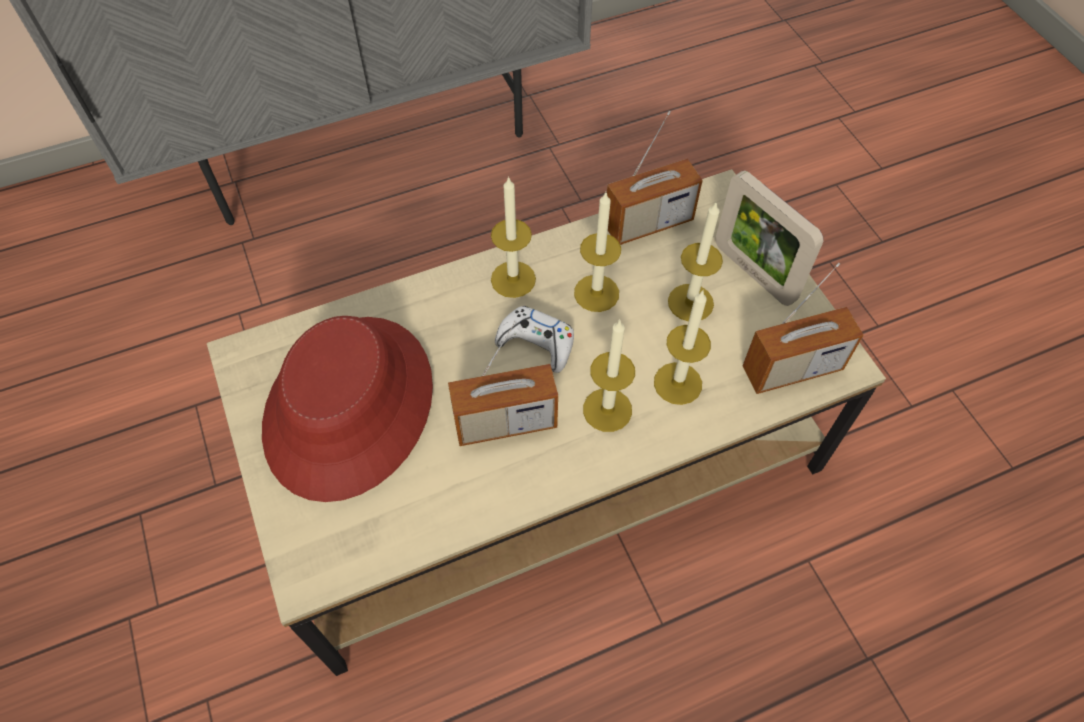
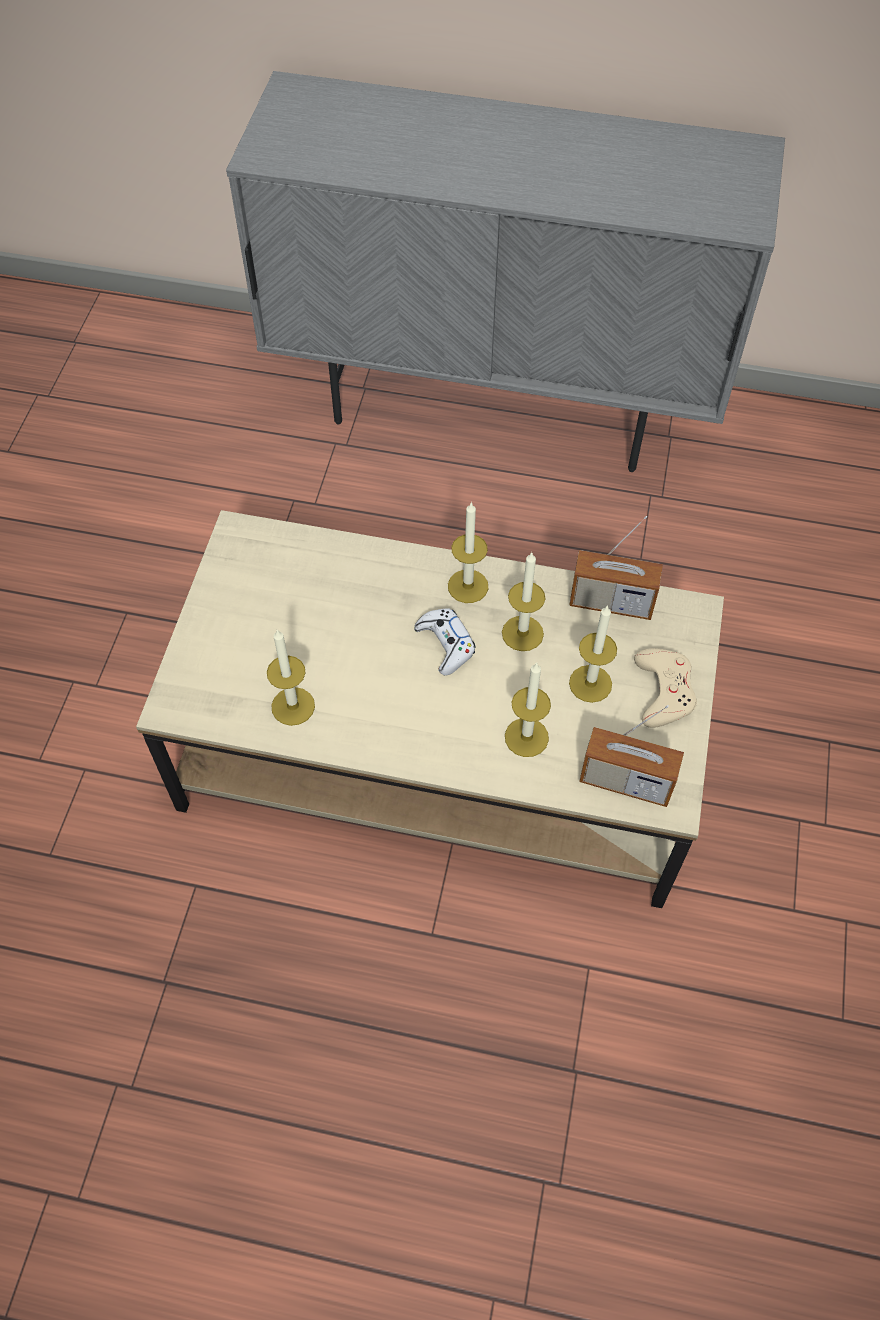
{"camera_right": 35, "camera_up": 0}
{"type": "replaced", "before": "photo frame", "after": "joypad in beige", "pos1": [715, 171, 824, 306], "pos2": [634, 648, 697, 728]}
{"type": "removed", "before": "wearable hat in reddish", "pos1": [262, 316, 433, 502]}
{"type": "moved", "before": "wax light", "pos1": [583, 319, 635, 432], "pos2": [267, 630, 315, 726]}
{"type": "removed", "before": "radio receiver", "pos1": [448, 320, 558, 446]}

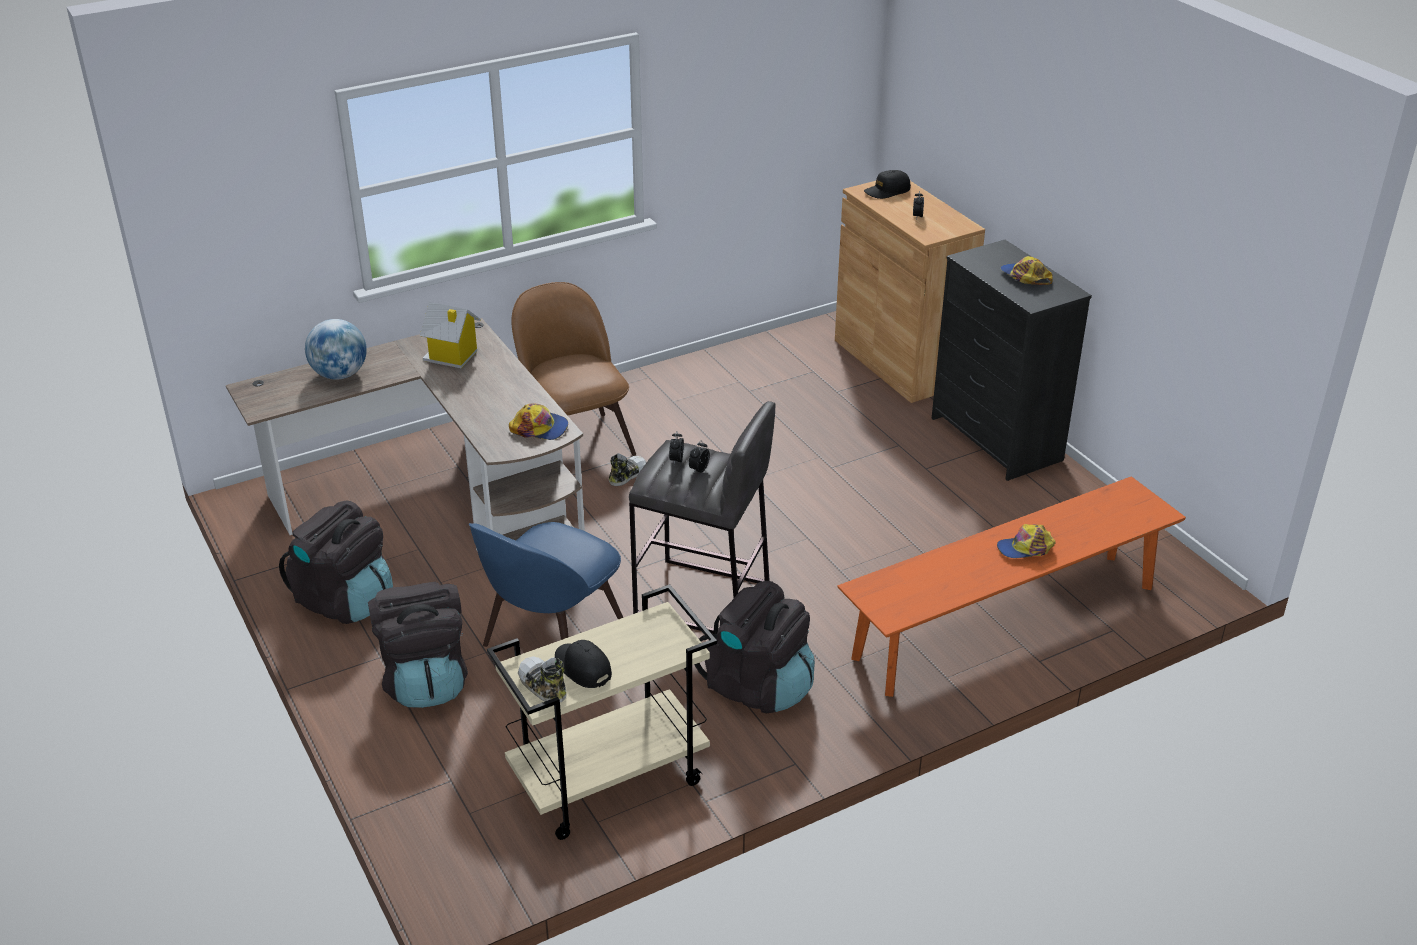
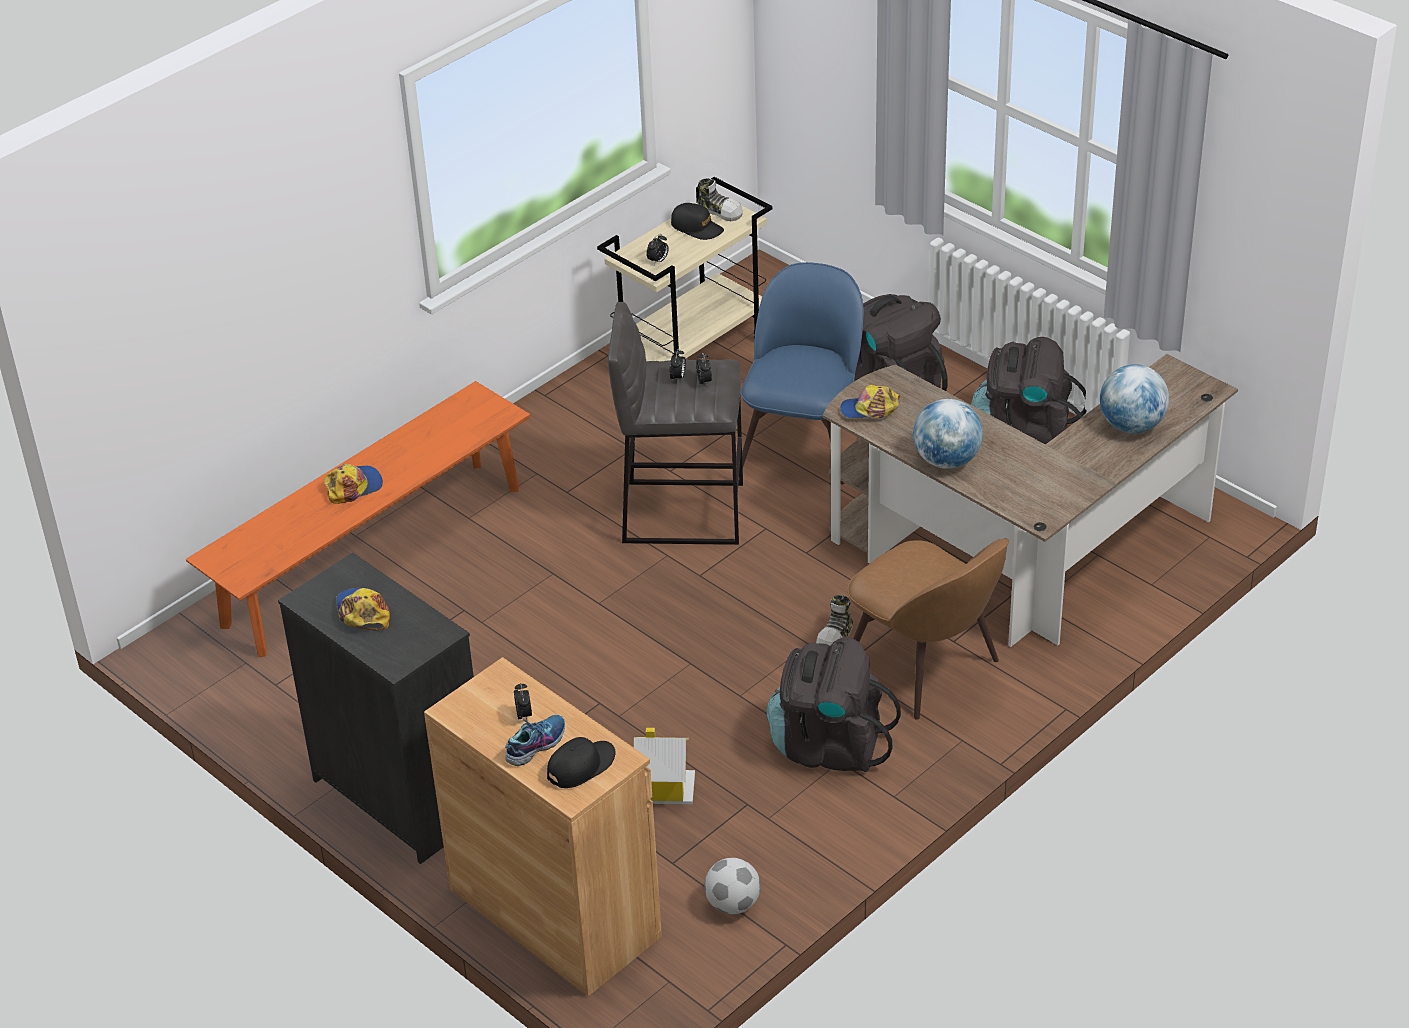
{"camera_right": 165, "camera_up": 5}
{"type": "turned", "before": "baseball cap", "pos1": [1000, 256, 1053, 285], "pos2": [336, 588, 390, 631], "turn": -150}
{"type": "moved", "before": "model house", "pos1": [420, 302, 481, 368], "pos2": [634, 728, 695, 805]}
{"type": "moved", "before": "knapsack in black", "pos1": [694, 581, 815, 713], "pos2": [767, 638, 901, 772]}
{"type": "added", "after": "alarm clock", "pos2": [646, 234, 669, 265]}
{"type": "added", "after": "desk globe", "pos2": [913, 399, 983, 469]}
{"type": "added", "after": "shoe", "pos2": [505, 715, 565, 766]}
{"type": "added", "after": "football ball", "pos2": [704, 858, 760, 914]}

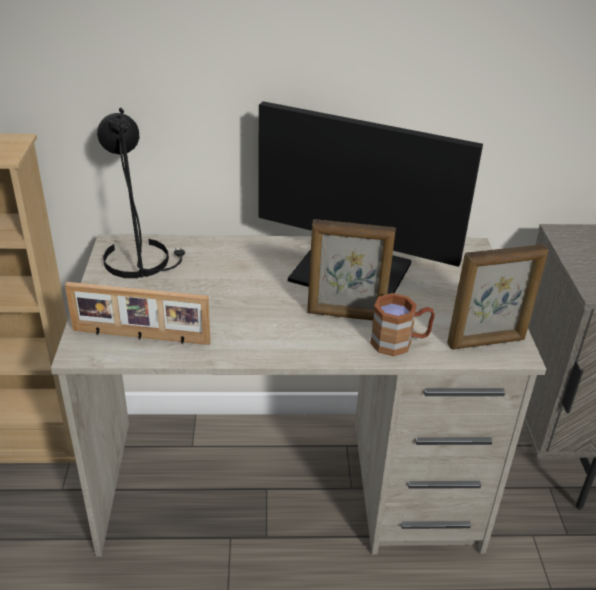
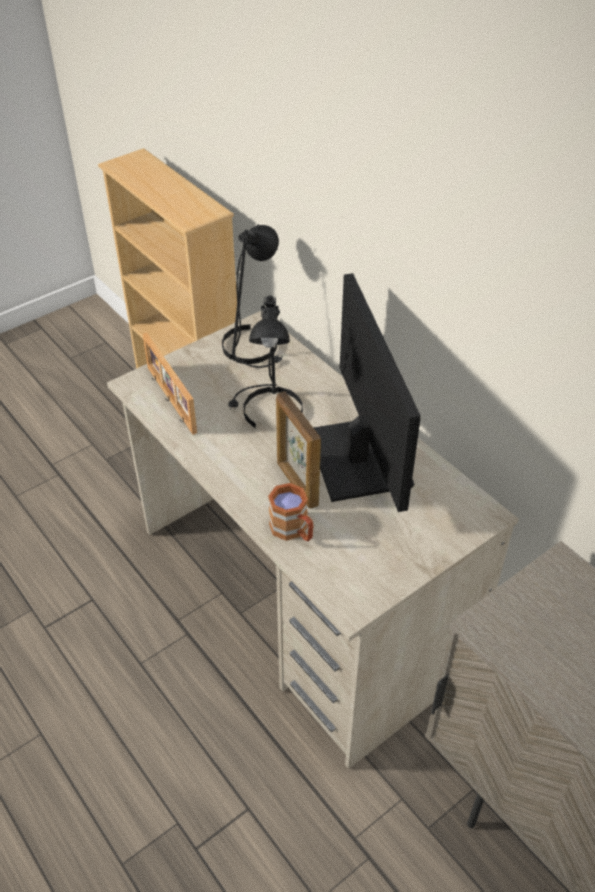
{"camera_right": 55, "camera_up": 10}
{"type": "removed", "before": "photo frame", "pos1": [447, 244, 548, 349]}
{"type": "added", "after": "lamp for a table in black", "pos2": [228, 295, 303, 428]}

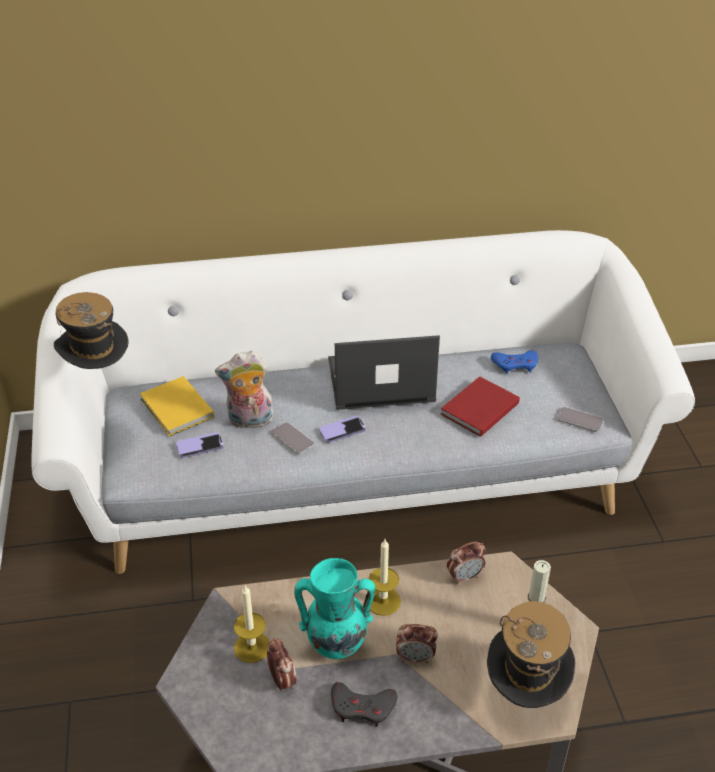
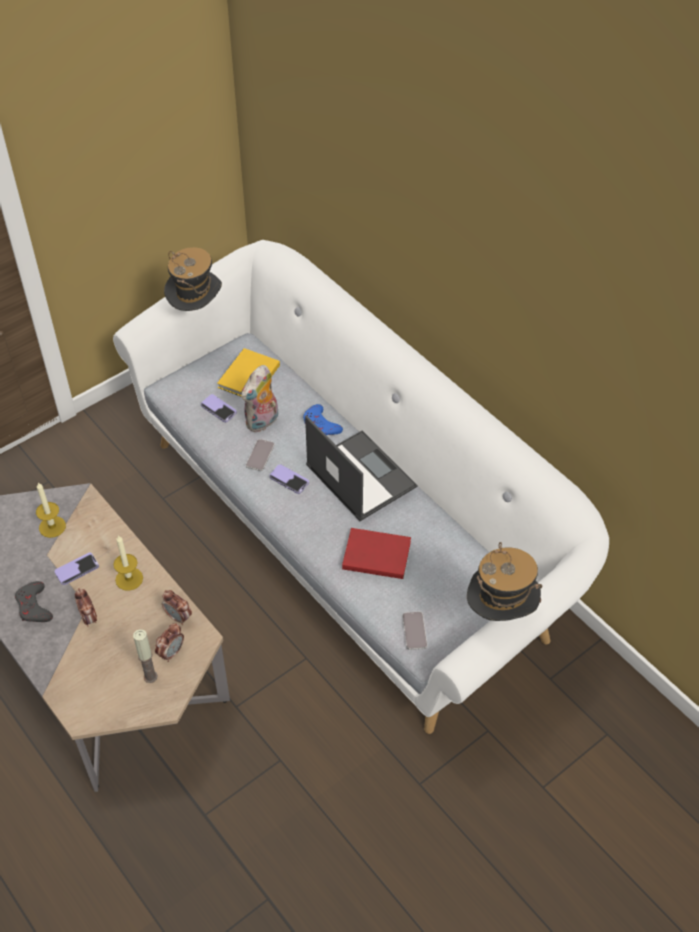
{"camera_right": 60, "camera_up": 10}
{"type": "moved", "before": "joypad in bluish", "pos1": [491, 350, 538, 374], "pos2": [303, 404, 343, 435]}
{"type": "turned", "before": "plush toy", "pos1": [215, 351, 274, 430], "pos2": [241, 365, 278, 432], "turn": -105}
{"type": "replaced", "before": "decorative vase in turquoise-coloured", "after": "handset", "pos1": [294, 558, 376, 659], "pos2": [55, 553, 99, 585]}
{"type": "moved", "before": "wearable hat", "pos1": [487, 601, 575, 708], "pos2": [467, 542, 542, 621]}
{"type": "moved", "before": "alarm clock", "pos1": [267, 638, 297, 692], "pos2": [155, 623, 184, 662]}

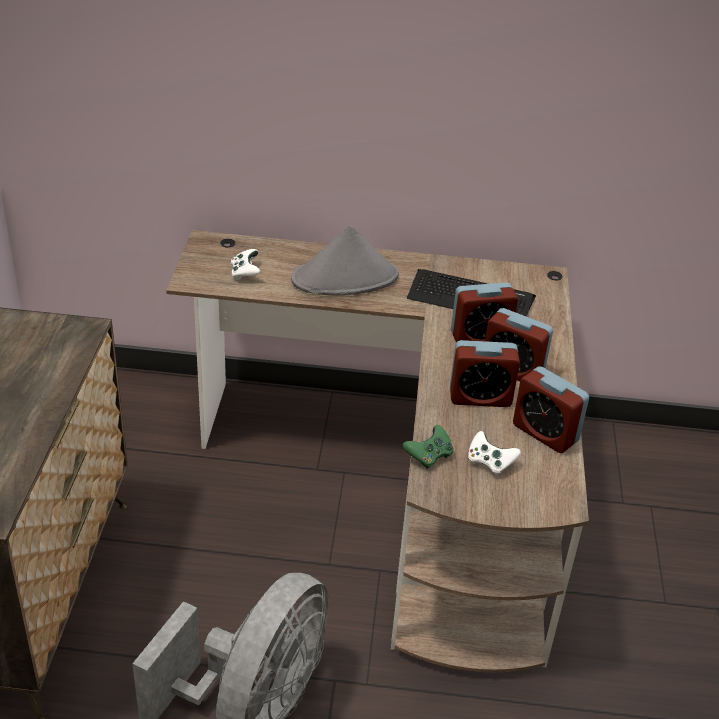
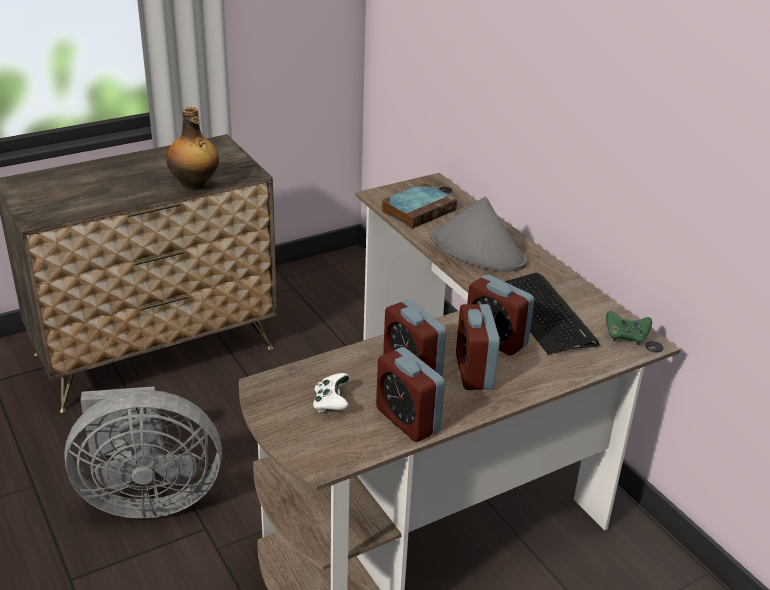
{"camera_right": 55, "camera_up": -5}
{"type": "replaced", "before": "joypad in white-coloured", "after": "bound book", "pos1": [231, 249, 260, 280], "pos2": [381, 183, 457, 229]}
{"type": "turned", "before": "alarm clock", "pos1": [513, 366, 589, 453], "pos2": [376, 347, 445, 442], "turn": -45}
{"type": "moved", "before": "joypad in green", "pos1": [403, 425, 453, 469], "pos2": [606, 311, 652, 345]}
{"type": "added", "after": "beverage bottle", "pos2": [166, 107, 219, 191]}

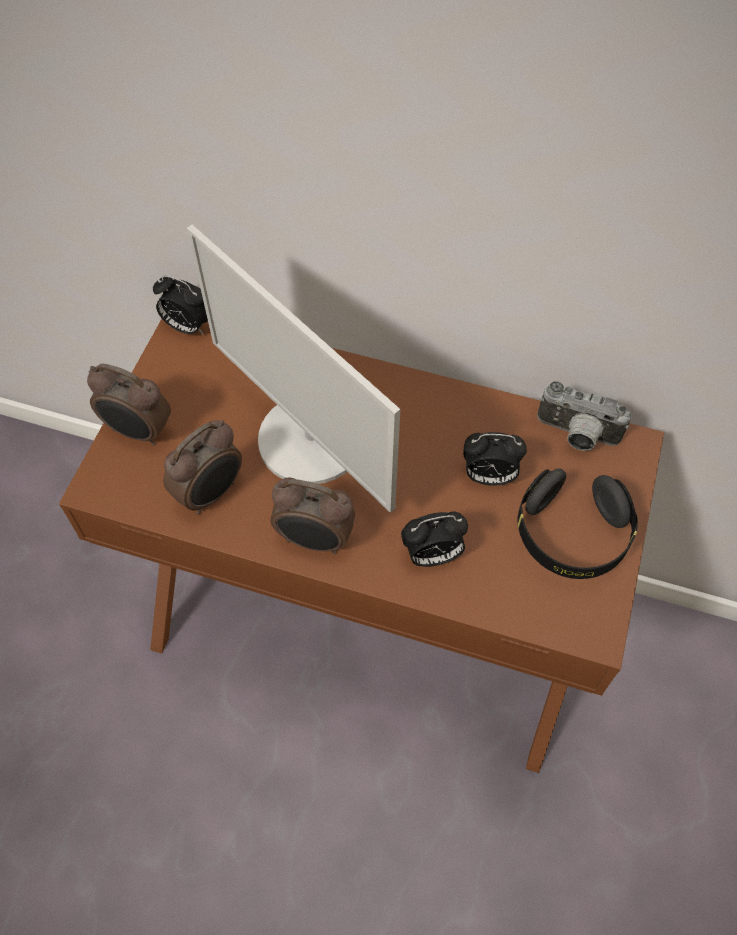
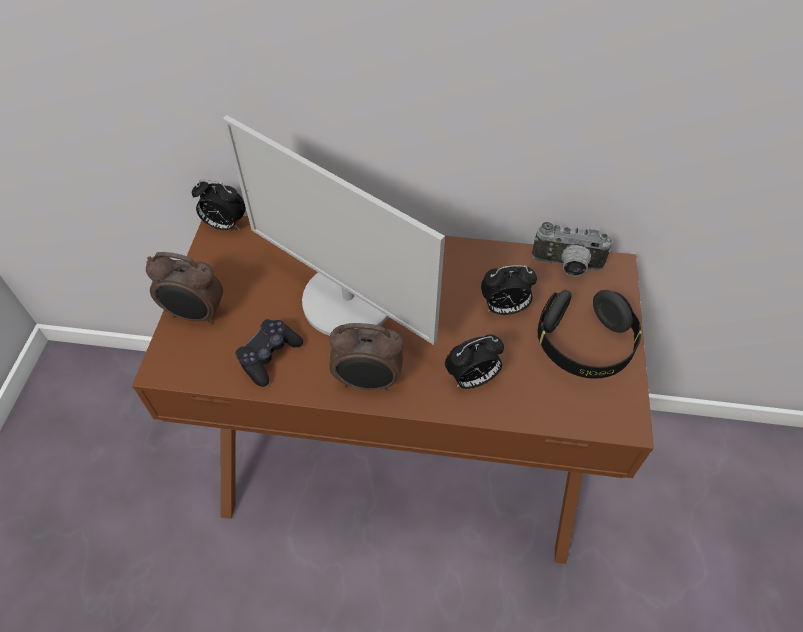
{"camera_right": -10, "camera_up": -5}
{"type": "replaced", "before": "alarm clock", "after": "joypad in black", "pos1": [163, 420, 242, 515], "pos2": [236, 319, 303, 387]}

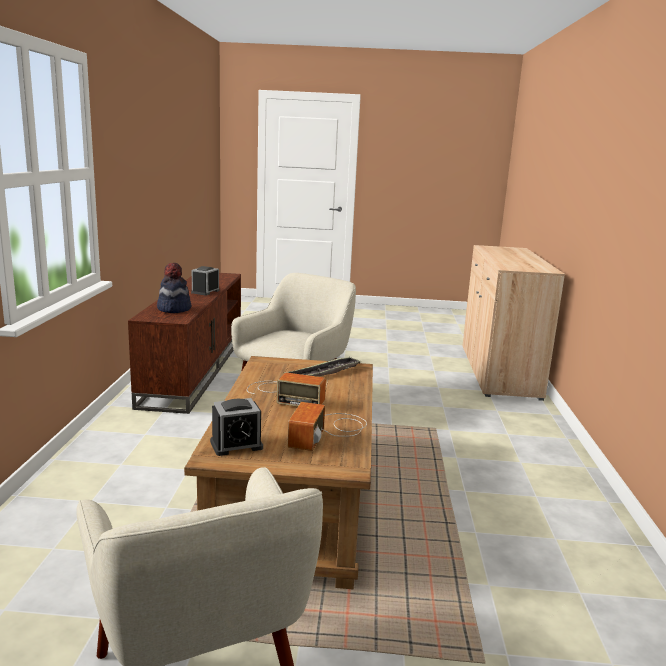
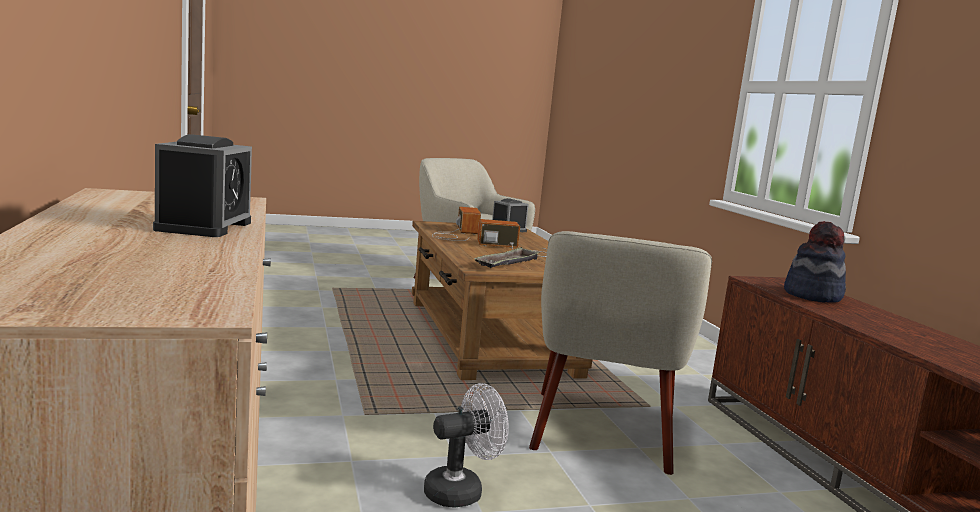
{"camera_right": 160, "camera_up": -5}
{"type": "moved", "before": "alarm clock", "pos1": [191, 266, 220, 295], "pos2": [153, 134, 252, 237]}
{"type": "added", "after": "fan in white-coloured", "pos2": [424, 383, 509, 508]}

